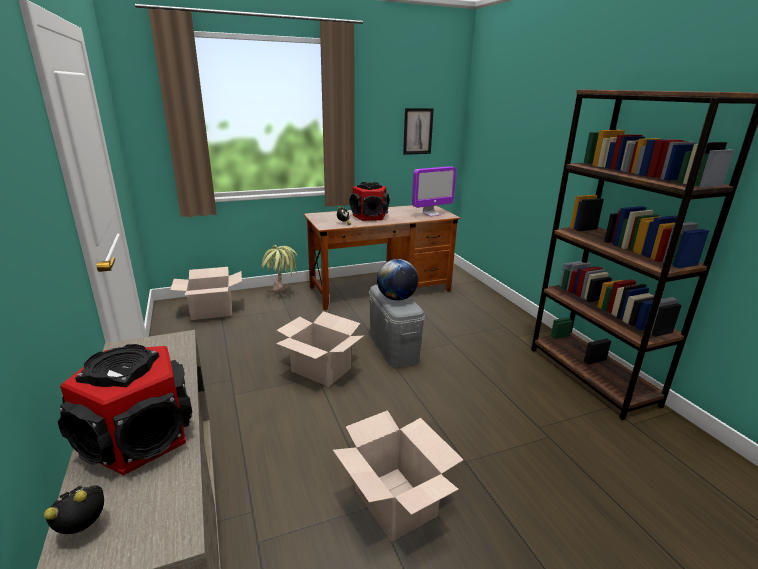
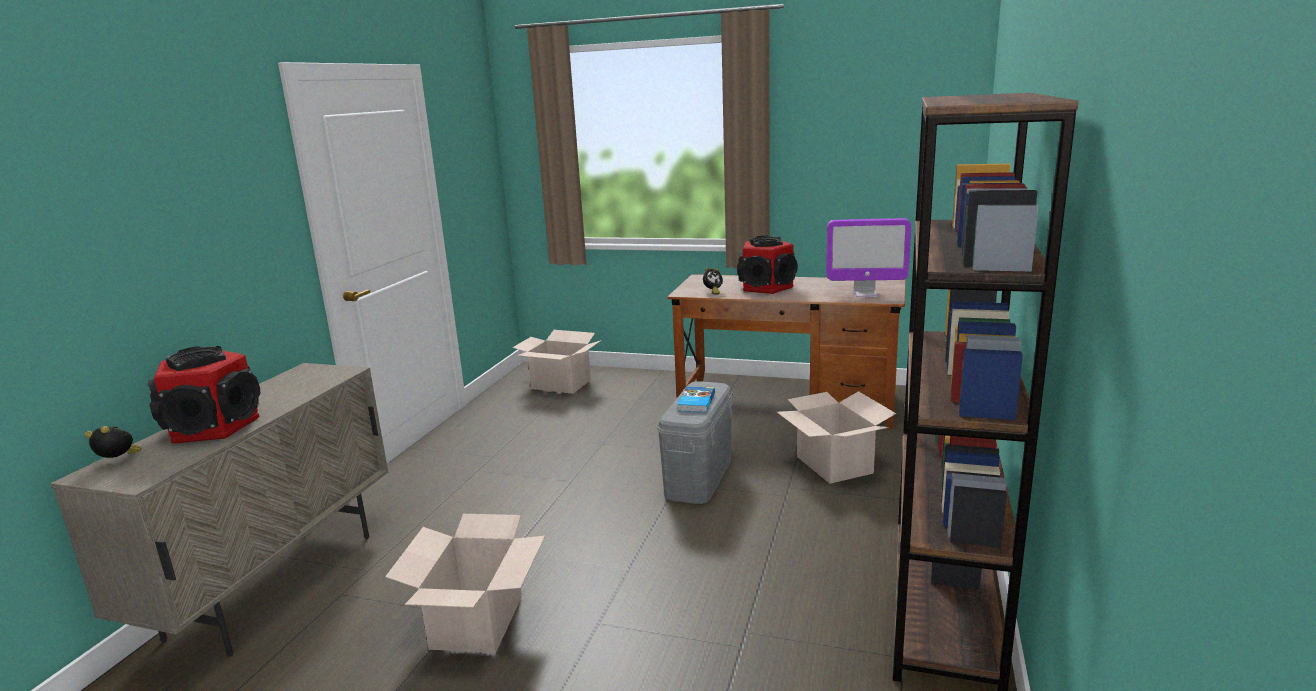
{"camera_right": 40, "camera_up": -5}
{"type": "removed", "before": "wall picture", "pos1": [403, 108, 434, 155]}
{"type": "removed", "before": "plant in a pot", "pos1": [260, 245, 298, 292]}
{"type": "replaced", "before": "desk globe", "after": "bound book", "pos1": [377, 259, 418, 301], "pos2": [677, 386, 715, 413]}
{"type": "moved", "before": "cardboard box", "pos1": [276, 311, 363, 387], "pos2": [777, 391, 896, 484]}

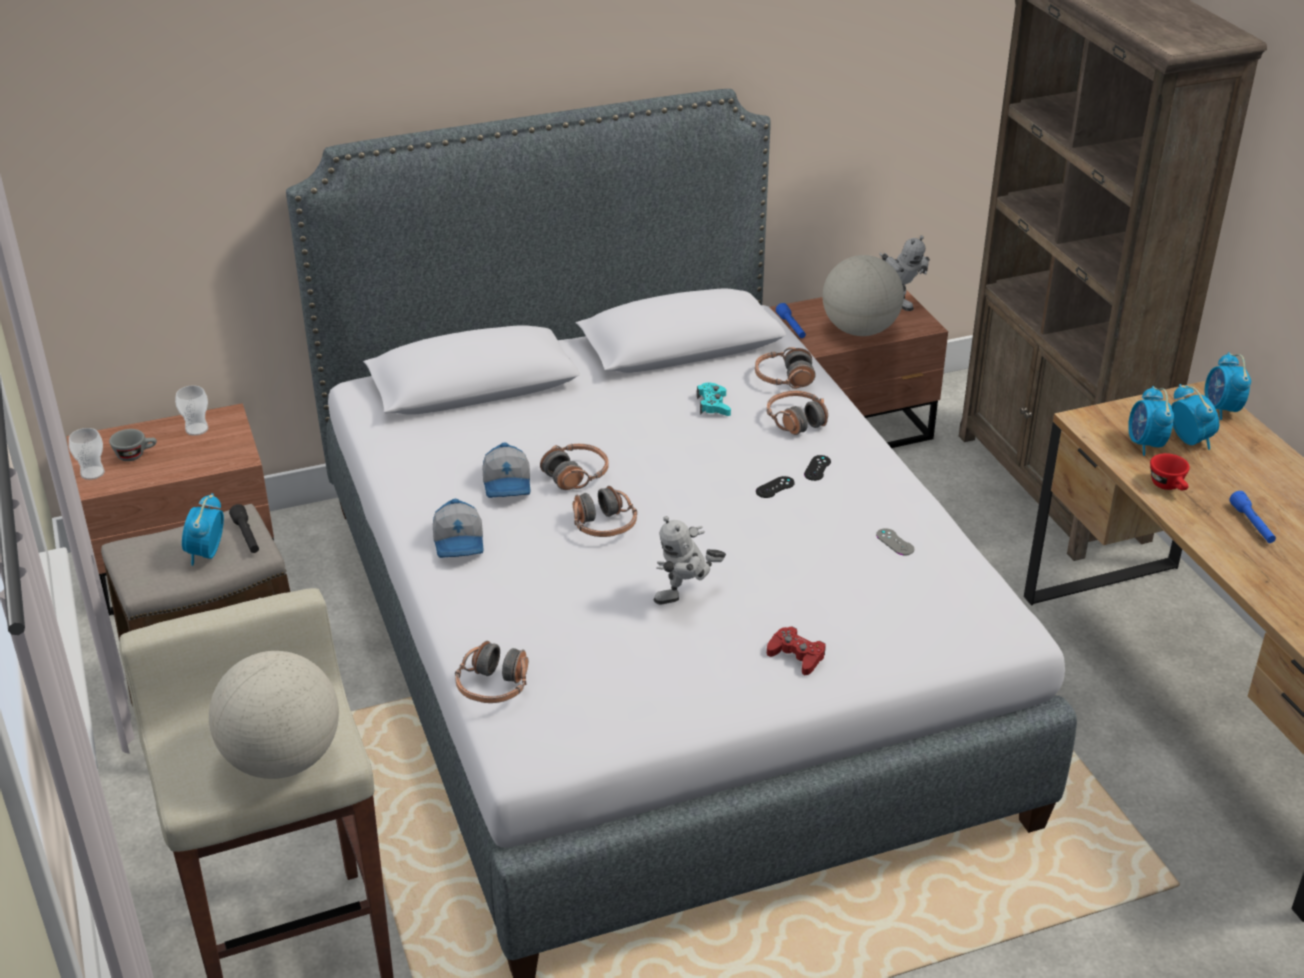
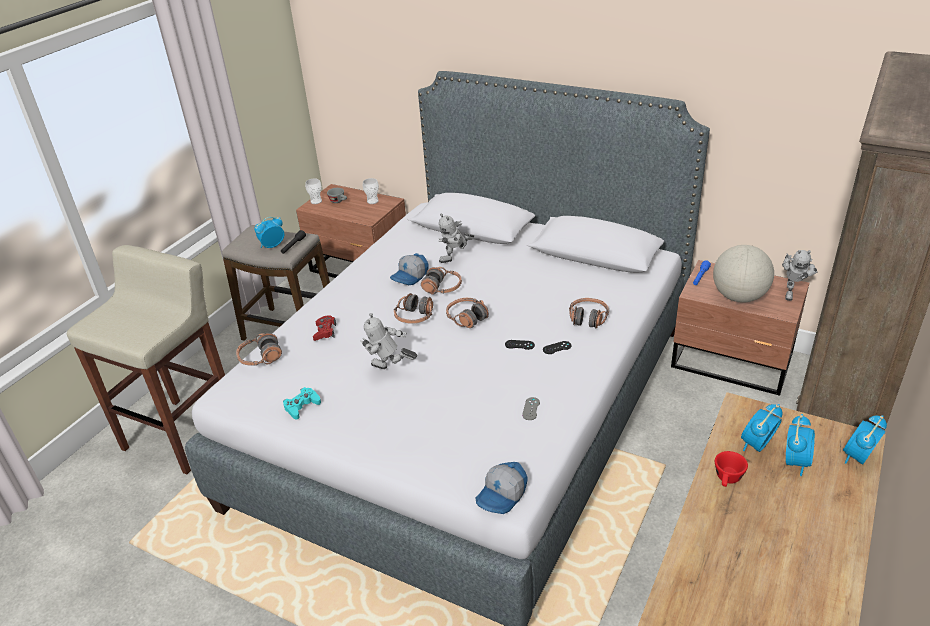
{"camera_right": 50, "camera_up": 0}
{"type": "moved", "before": "headset", "pos1": [755, 347, 816, 389], "pos2": [446, 298, 489, 328]}
{"type": "moved", "before": "joypad in turquoise-coloured", "pos1": [697, 383, 731, 416], "pos2": [283, 387, 321, 419]}
{"type": "removed", "before": "hand torch in bluish", "pos1": [1229, 491, 1276, 543]}
{"type": "moved", "before": "baseball cap", "pos1": [433, 499, 484, 558], "pos2": [475, 462, 528, 514]}
{"type": "moved", "before": "joypad in reddish", "pos1": [767, 627, 826, 675], "pos2": [313, 315, 336, 341]}
{"type": "removed", "before": "desk globe", "pos1": [209, 651, 339, 779]}
{"type": "added", "after": "robot figure", "pos2": [439, 213, 474, 263]}

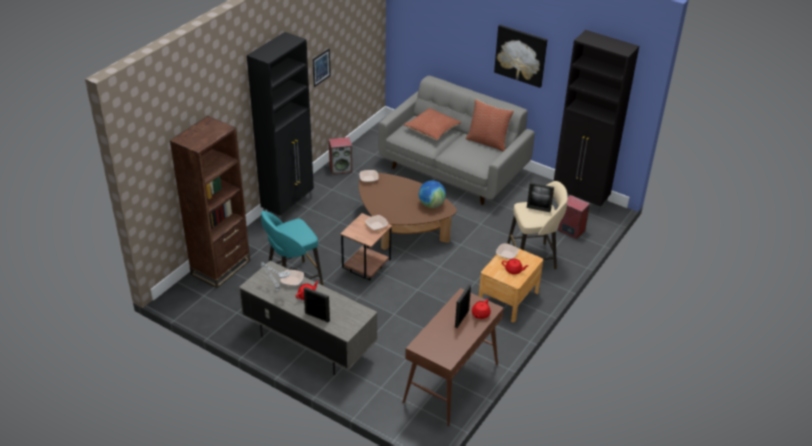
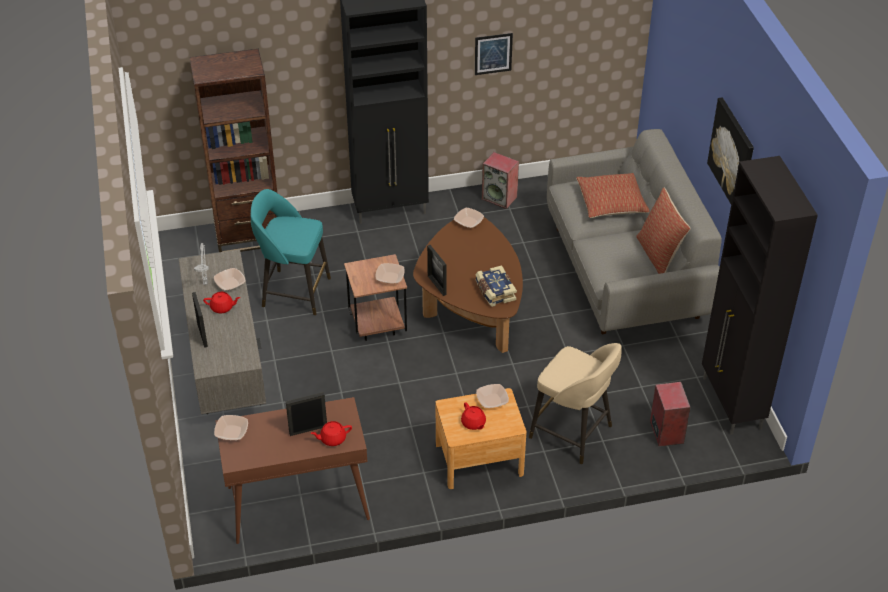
{"camera_right": 45, "camera_up": 5}
{"type": "replaced", "before": "desk globe", "after": "bound book", "pos1": [419, 181, 446, 208], "pos2": [476, 265, 517, 307]}
{"type": "moved", "before": "photo frame", "pos1": [527, 182, 554, 212], "pos2": [427, 245, 446, 296]}
{"type": "added", "after": "bowl", "pos2": [214, 415, 248, 440]}

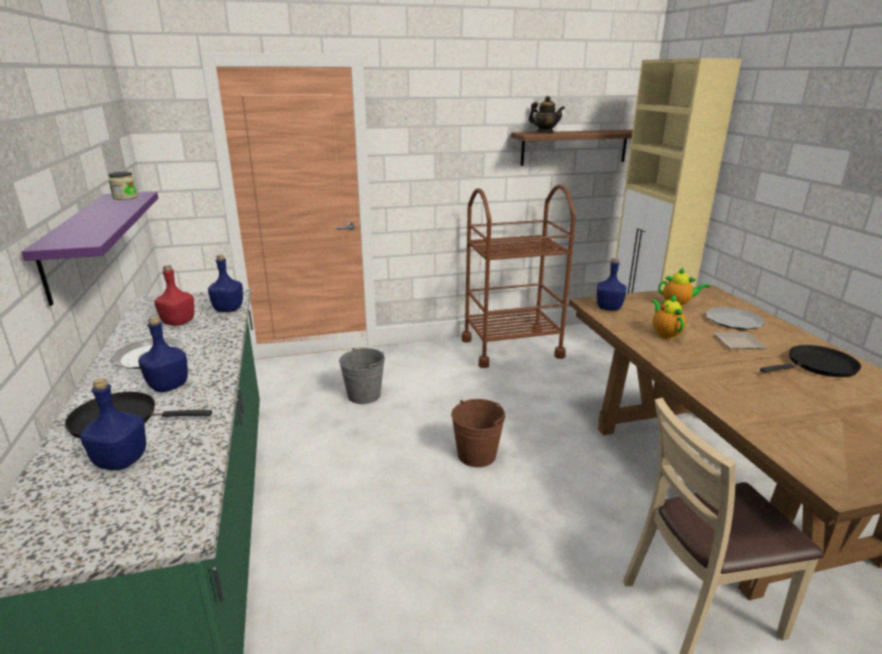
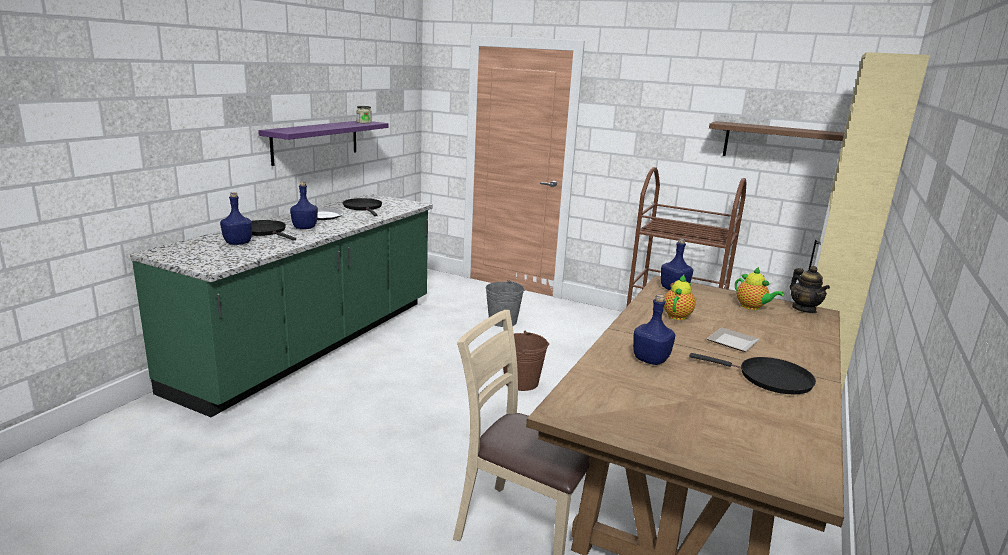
{"camera_right": 40, "camera_up": -5}
{"type": "moved", "before": "pot for tea", "pos1": [529, 96, 565, 133], "pos2": [790, 266, 830, 313]}
{"type": "moved", "before": "beverage bottle in bluish", "pos1": [208, 254, 243, 312], "pos2": [633, 294, 676, 365]}
{"type": "replaced", "before": "beverage bottle in reddish", "after": "skillet in black", "pos1": [154, 265, 195, 326], "pos2": [343, 198, 382, 216]}
{"type": "removed", "before": "plate", "pos1": [705, 307, 765, 330]}

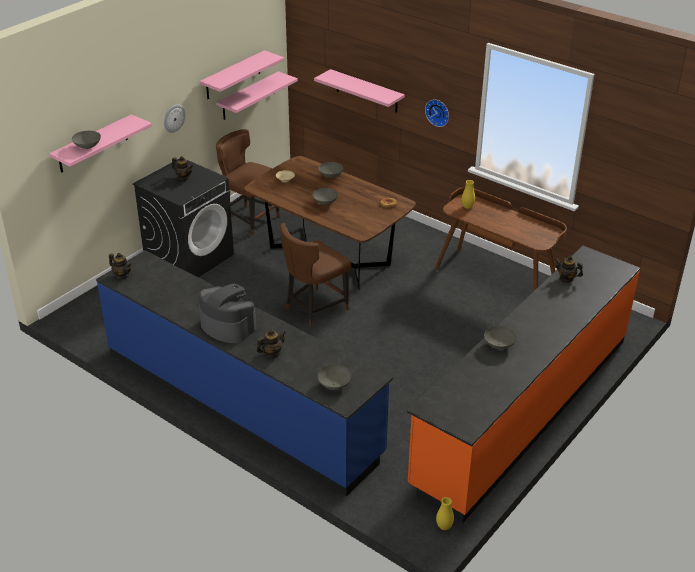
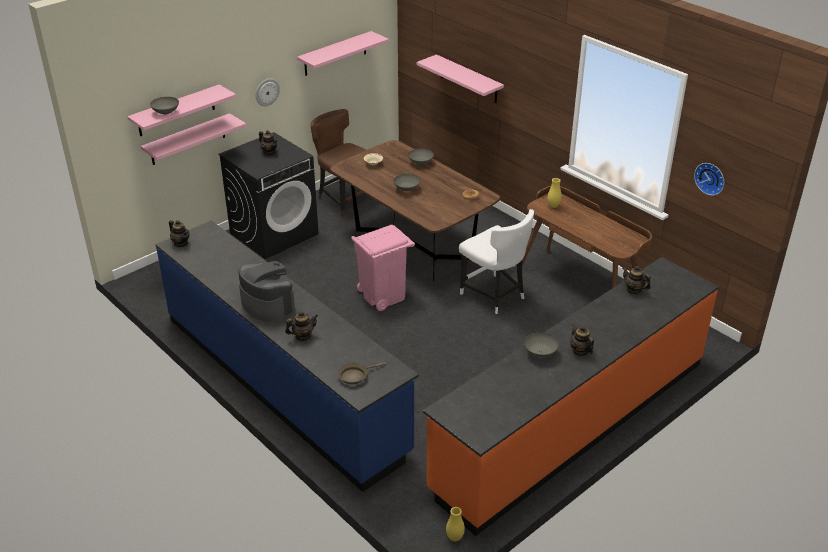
{"camera_right": 10, "camera_up": 0}
{"type": "moved", "before": "wall shelf in pink-coloured", "pos1": [216, 71, 298, 120], "pos2": [141, 113, 246, 165]}
{"type": "moved", "before": "wall clock", "pos1": [425, 99, 449, 127], "pos2": [694, 163, 724, 196]}
{"type": "replaced", "before": "chair in brown", "after": "waste bin in pink-coloured", "pos1": [280, 223, 351, 326], "pos2": [351, 225, 415, 311]}
{"type": "replaced", "before": "bowl in gray", "after": "skillet in brown", "pos1": [318, 365, 352, 390], "pos2": [338, 362, 386, 385]}
{"type": "added", "after": "chair in white-coloured", "pos2": [459, 209, 534, 314]}
{"type": "added", "after": "pot for tea", "pos2": [570, 324, 594, 356]}

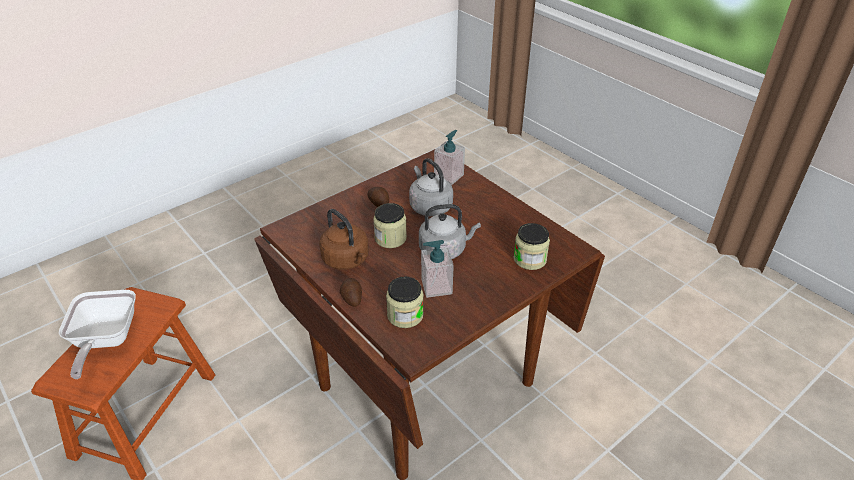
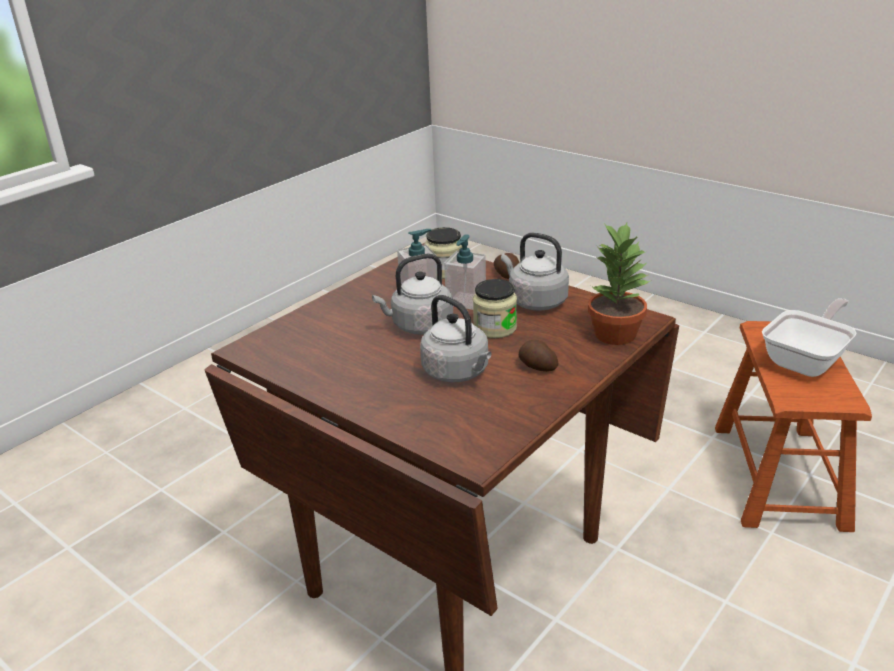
{"camera_right": 170, "camera_up": -10}
{"type": "moved", "before": "soap dispenser", "pos1": [434, 130, 465, 185], "pos2": [444, 234, 486, 310]}
{"type": "recoloured", "before": "kettle in brown", "after": "kettle in gray", "pos1": [319, 209, 369, 270], "pos2": [501, 232, 569, 311]}
{"type": "removed", "before": "jar", "pos1": [514, 223, 550, 270]}
{"type": "turned", "before": "skillet", "pos1": [59, 290, 136, 379], "pos2": [762, 298, 857, 377], "turn": 60}
{"type": "added", "after": "plant in a pot", "pos2": [588, 223, 650, 345]}

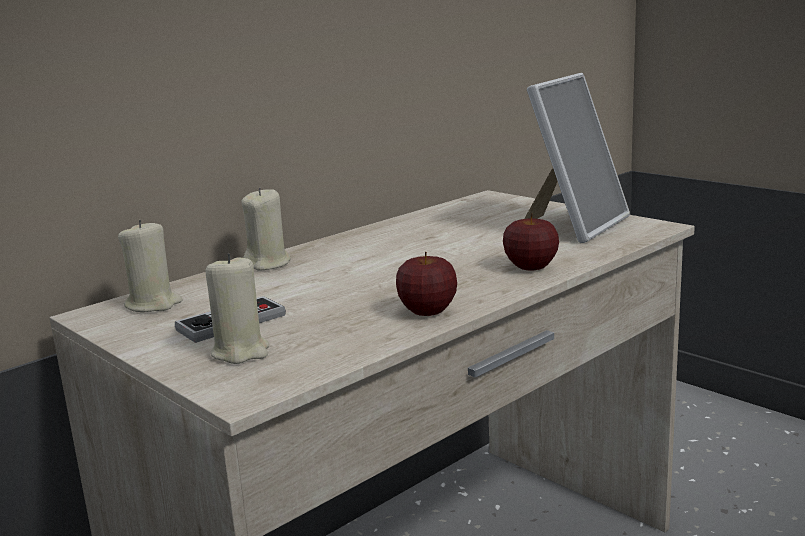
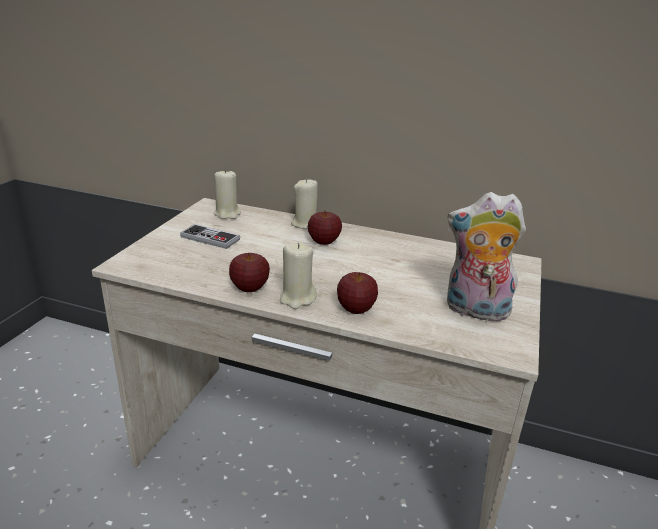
{"camera_right": 60, "camera_up": 10}
{"type": "replaced", "before": "photo frame", "after": "plush toy", "pos1": [524, 73, 630, 243], "pos2": [447, 192, 526, 321]}
{"type": "moved", "before": "wax light in beige", "pos1": [206, 253, 269, 364], "pos2": [280, 243, 317, 309]}
{"type": "added", "after": "apple", "pos2": [308, 212, 342, 245]}

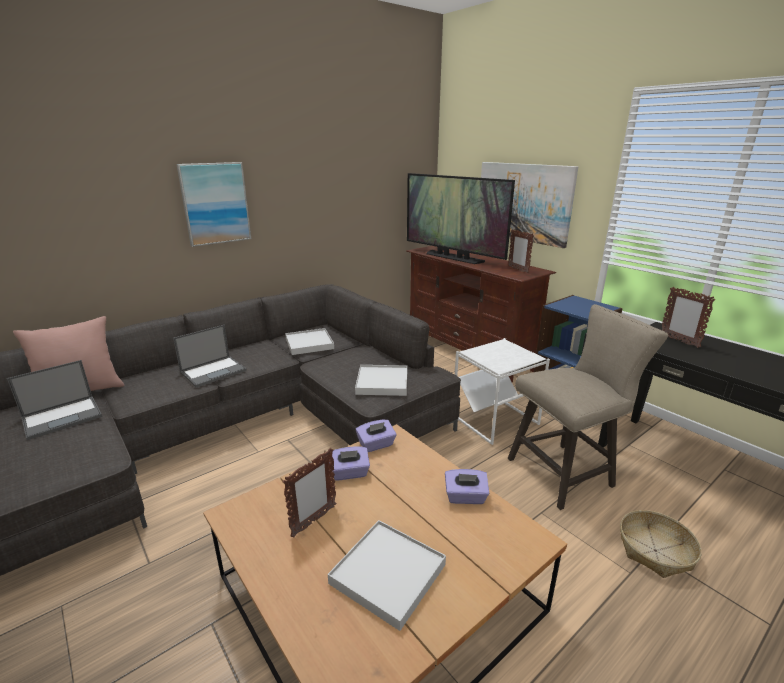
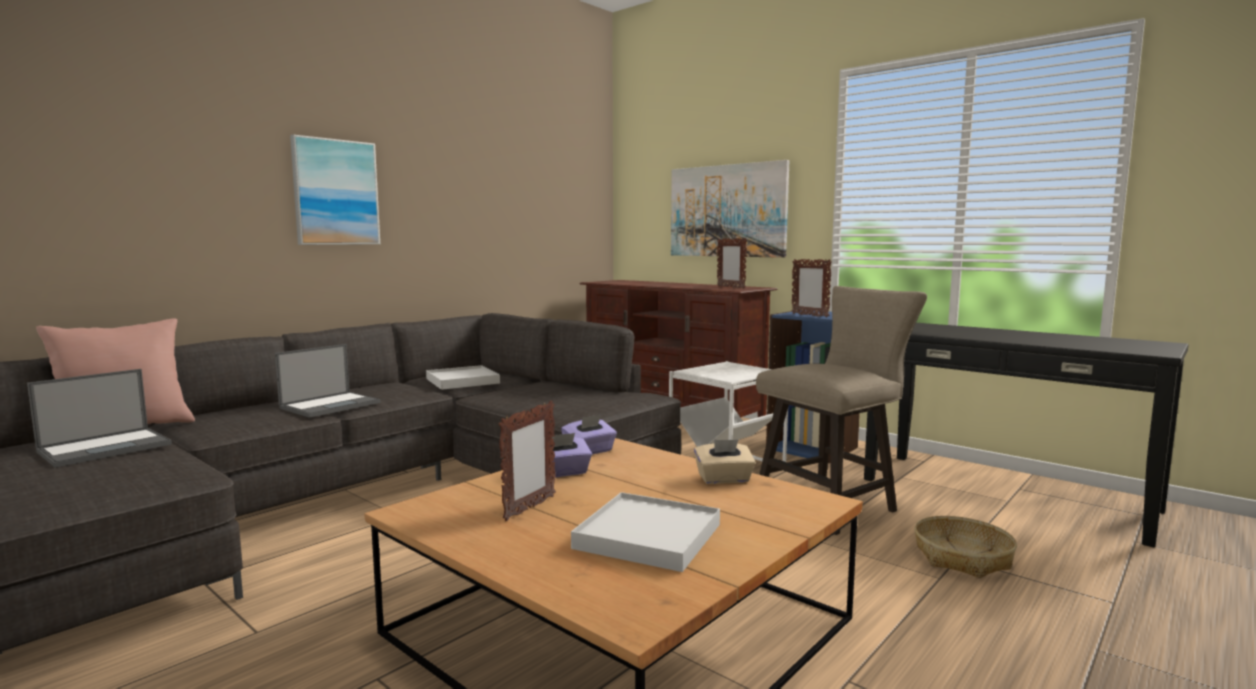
{"camera_right": -10, "camera_up": -15}
{"type": "removed", "before": "TV", "pos1": [407, 173, 515, 264]}
{"type": "moved", "before": "photo frame", "pos1": [662, 287, 715, 348], "pos2": [792, 259, 832, 318]}
{"type": "removed", "before": "serving tray in white-coloured", "pos1": [355, 365, 407, 396]}
{"type": "recoloured", "before": "tissue holder in purple-coloured", "after": "tissue holder in beige", "pos1": [445, 469, 489, 504], "pos2": [694, 440, 756, 484]}

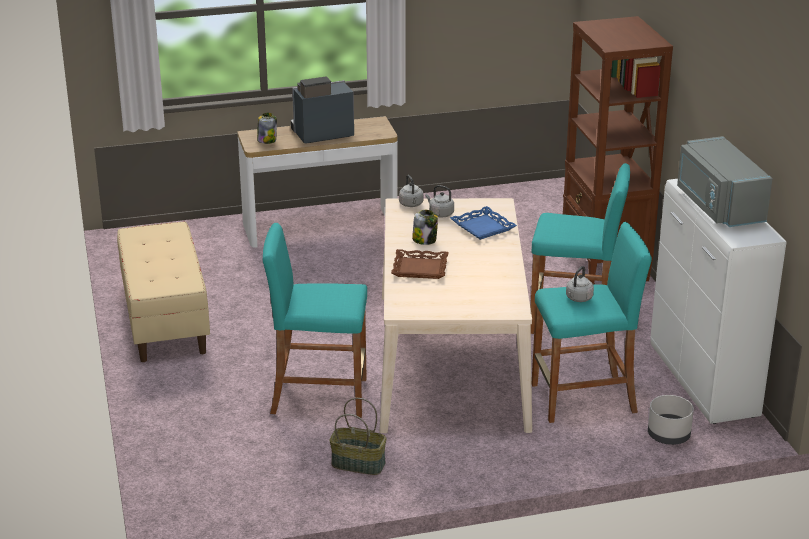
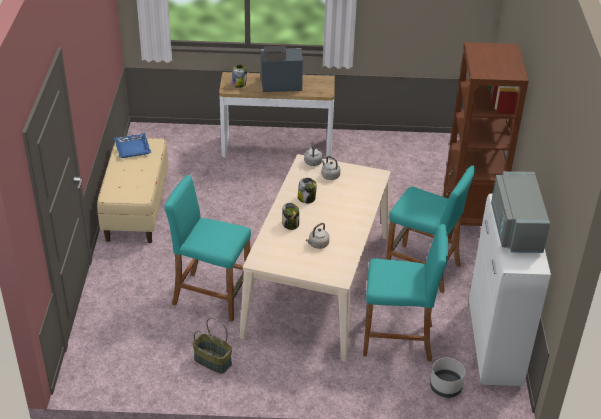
{"camera_right": 15, "camera_up": 10}
{"type": "moved", "before": "serving tray in bluish", "pos1": [450, 206, 517, 240], "pos2": [114, 133, 151, 158]}
{"type": "replaced", "before": "serving tray in brown", "after": "jar", "pos1": [391, 249, 448, 279], "pos2": [282, 203, 299, 230]}
{"type": "moved", "before": "kettle in gray", "pos1": [566, 266, 594, 302], "pos2": [306, 223, 329, 249]}

